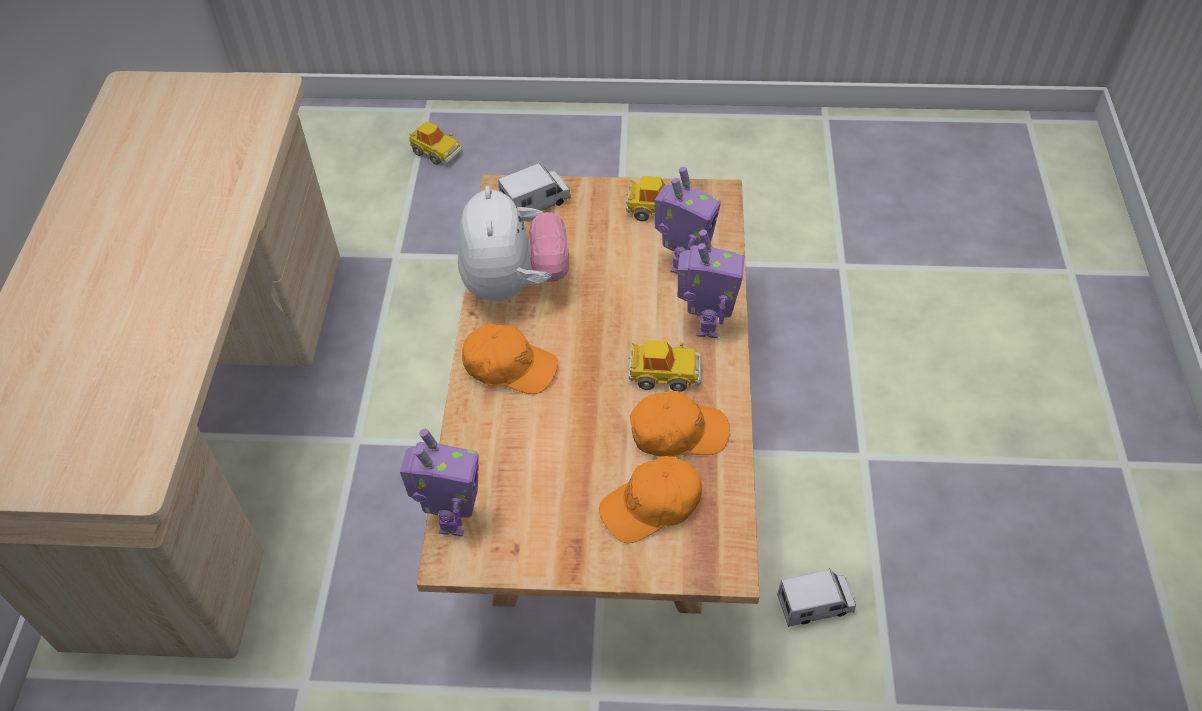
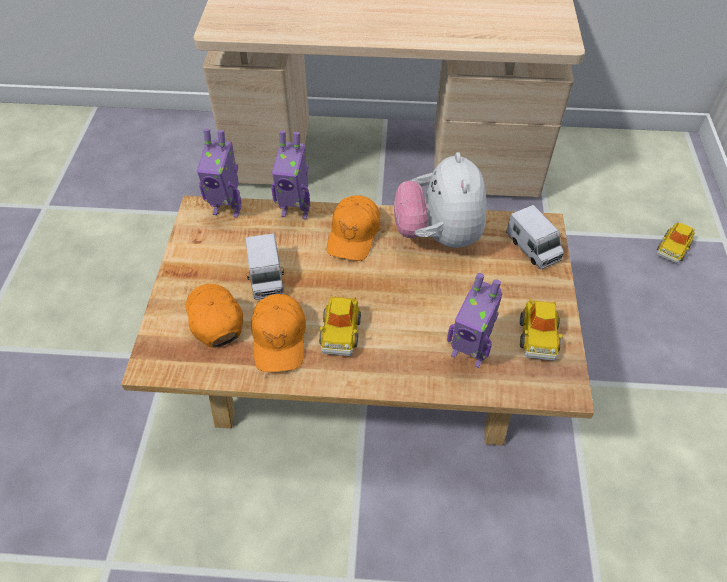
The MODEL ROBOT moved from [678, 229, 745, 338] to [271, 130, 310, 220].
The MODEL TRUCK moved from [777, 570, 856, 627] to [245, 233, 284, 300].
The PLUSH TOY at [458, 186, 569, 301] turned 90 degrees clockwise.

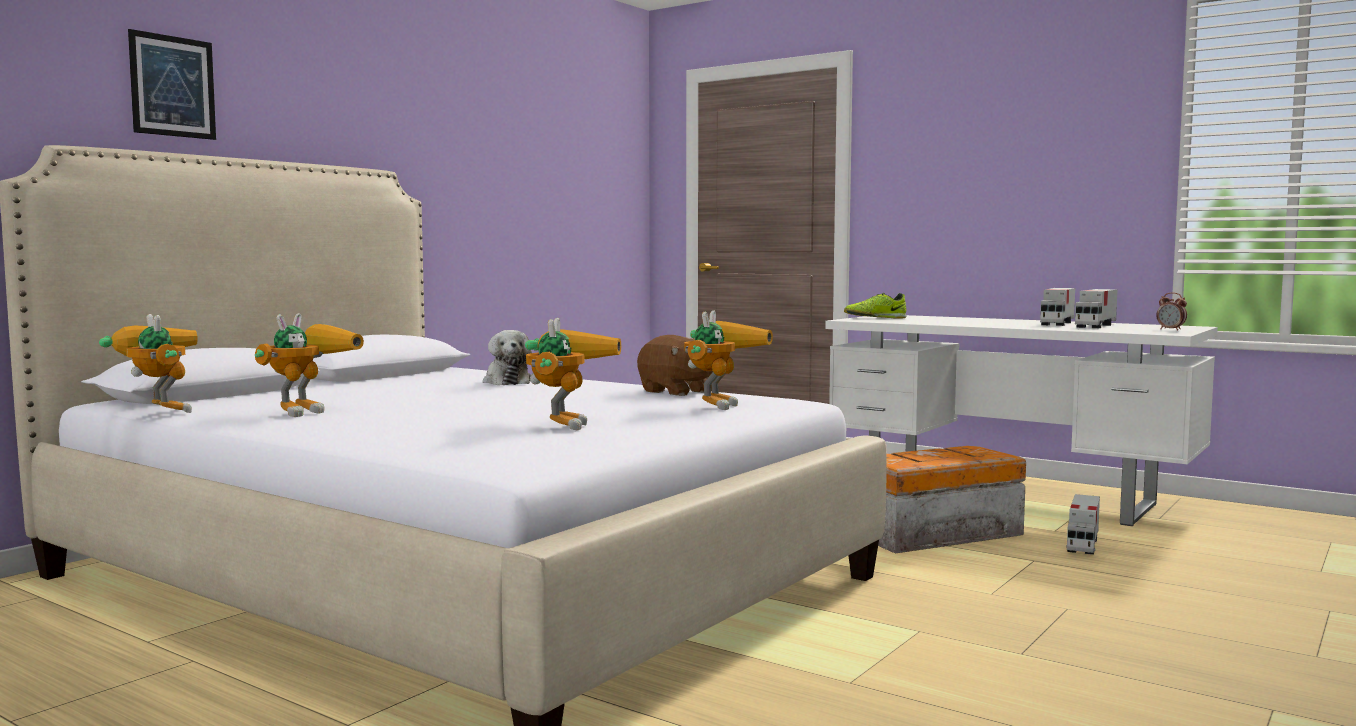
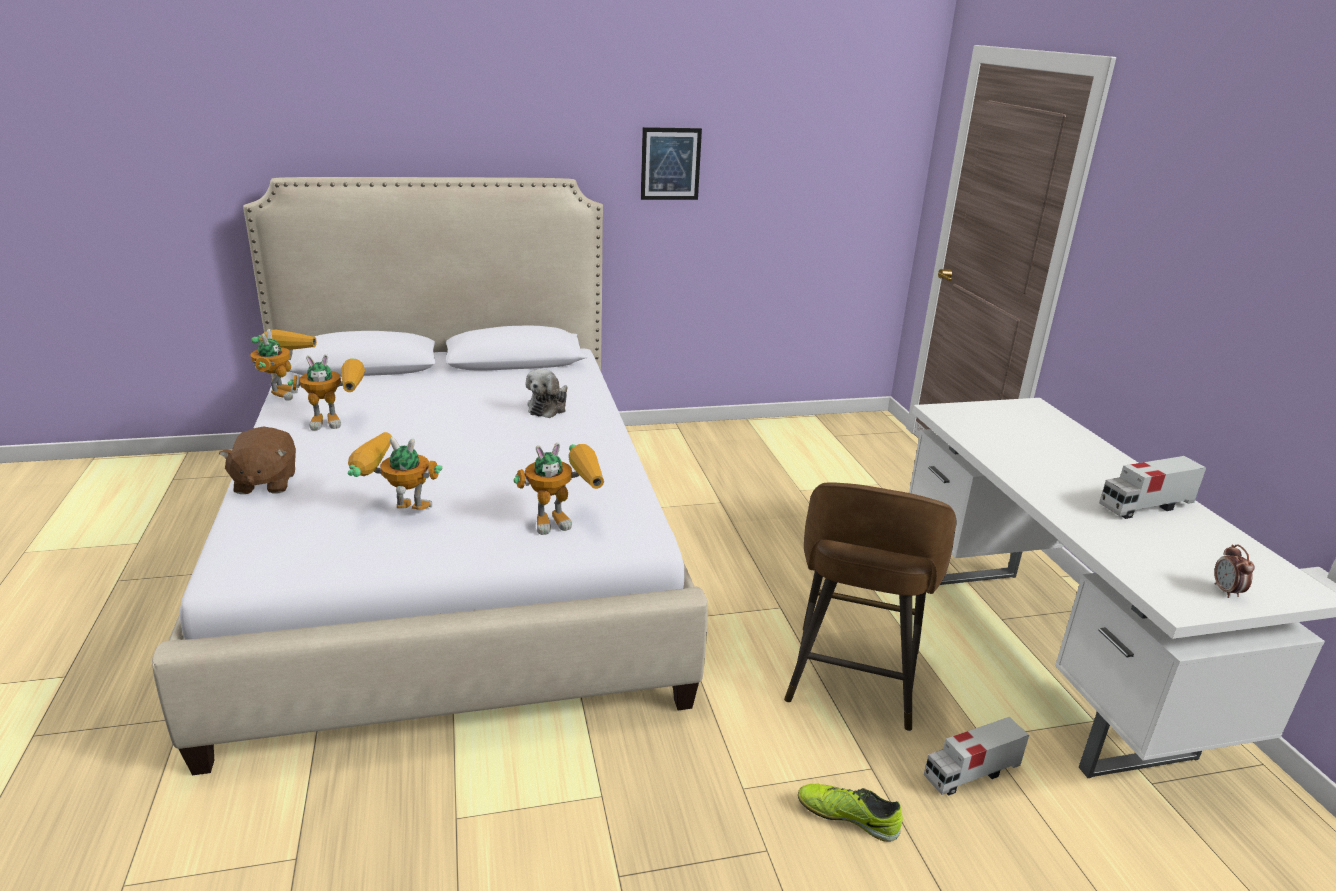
The MODEL TRUCK at [1075, 289, 1117, 328] disappeared.
The WALL ART moved from [128, 29, 216, 140] to [641, 127, 702, 200].
The BROWN PLUSH TOY moved from [637, 335, 713, 396] to [219, 427, 296, 494].
The LOW SHOE moved from [844, 293, 906, 319] to [798, 784, 903, 842].
The STORAGE BIN at [878, 446, 1026, 553] was replaced by the BROWN SITTING STOOL at [784, 482, 957, 731].
The MODEL ROBOT at [525, 318, 621, 430] turned 135 degrees counterclockwise.

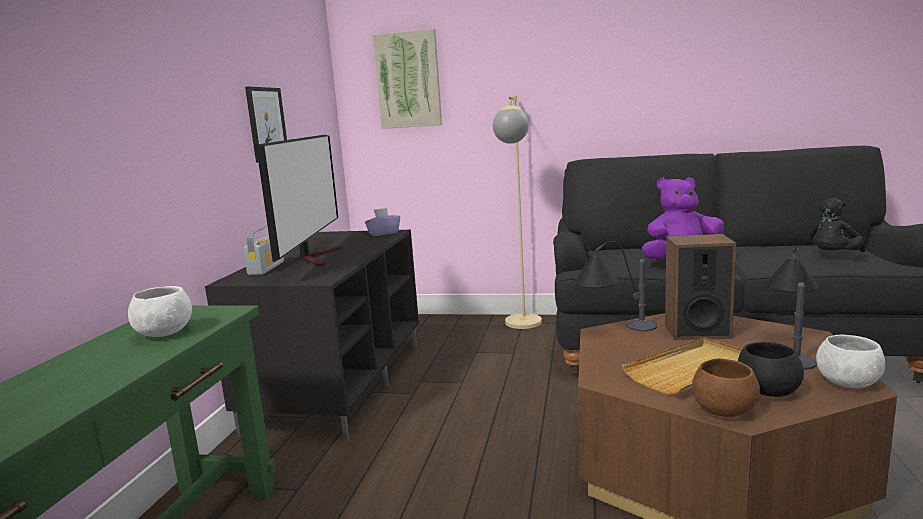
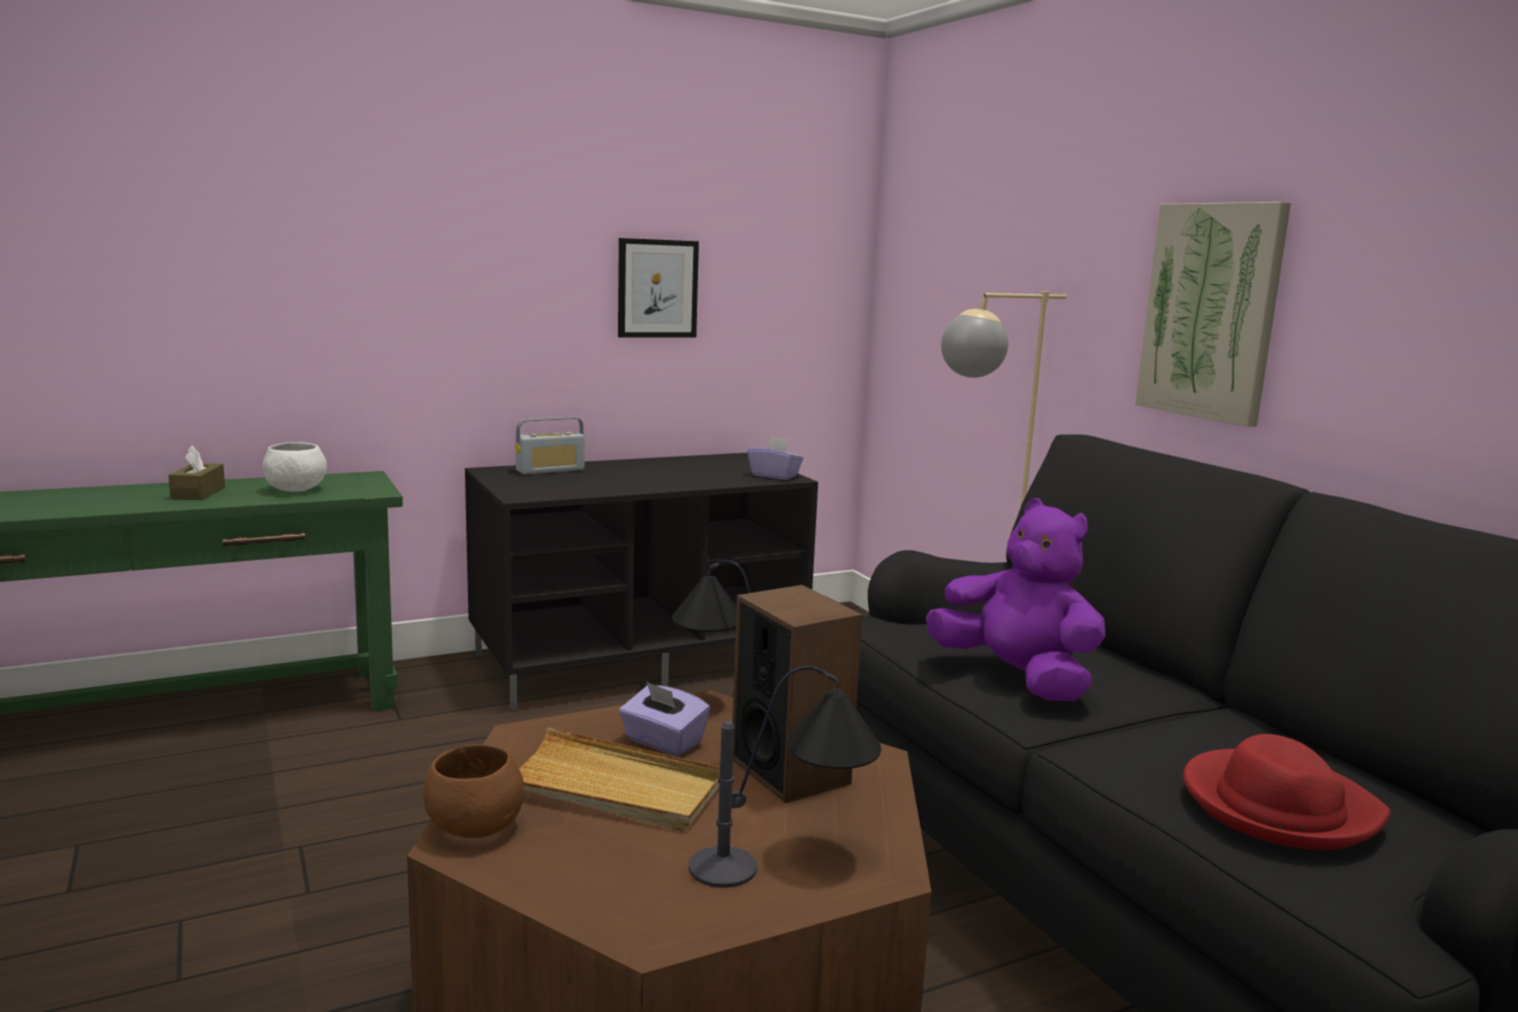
The TV SET at [256, 135, 342, 267] disappeared.
The BLACK DEEP DISH at [738, 342, 804, 397] disappeared.
The WHITISH DEEP DISH at [816, 335, 885, 388] disappeared.
The BROWN BOX OF TISSUES at [168, 445, 225, 500] appeared.
The PURPLE BOX OF TISSUES at [619, 681, 710, 756] appeared.
The WALL ART moved from [373, 29, 442, 129] to [1135, 202, 1291, 427].
The BLACK PLUSH TOY at [809, 198, 865, 252] was replaced by the REDDISH WEARABLE HAT at [1183, 734, 1391, 850].

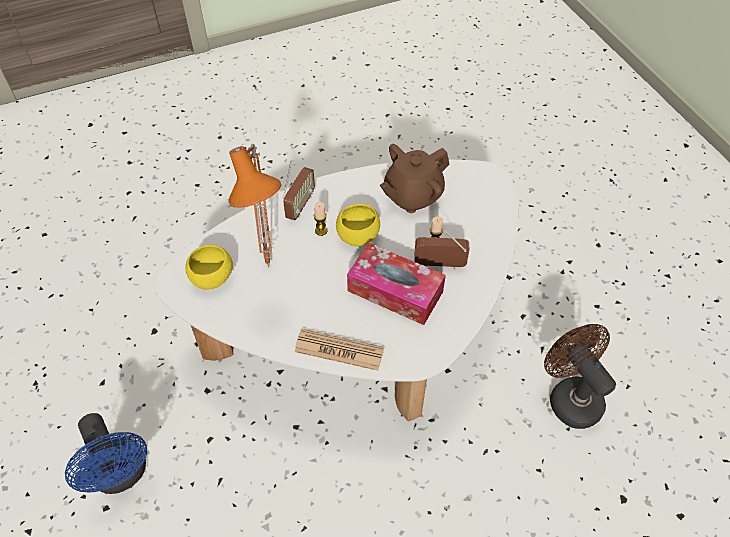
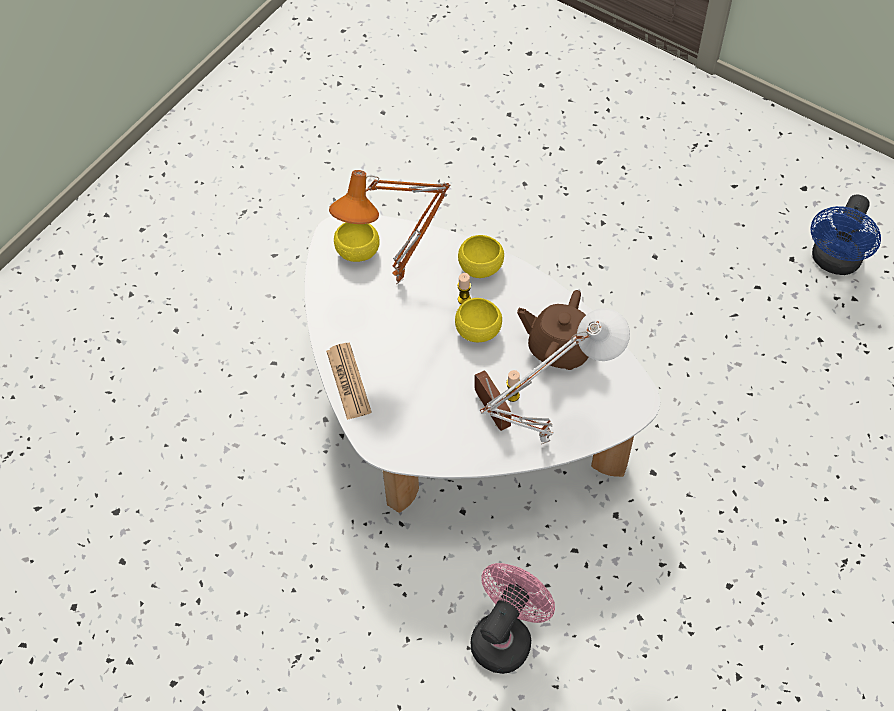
The BOX OF TISSUES at [347, 243, 446, 325] disappeared.
The WHITISH TABLETOP LAMP at [480, 308, 630, 444] appeared.
The BLUE-COLOURED FAN moved from [65, 413, 147, 494] to [811, 194, 881, 275].
The RADIO at [282, 162, 315, 220] was replaced by the YELLOW-COLOURED DEEP DISH at [458, 235, 504, 278].
The BROWN FAN at [544, 324, 616, 429] became the PINKISH FAN at [471, 563, 555, 674].

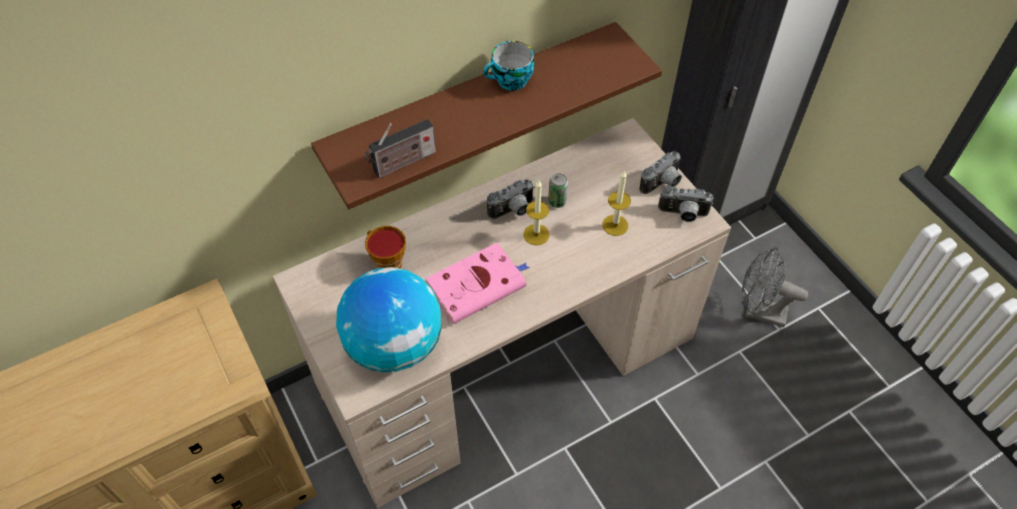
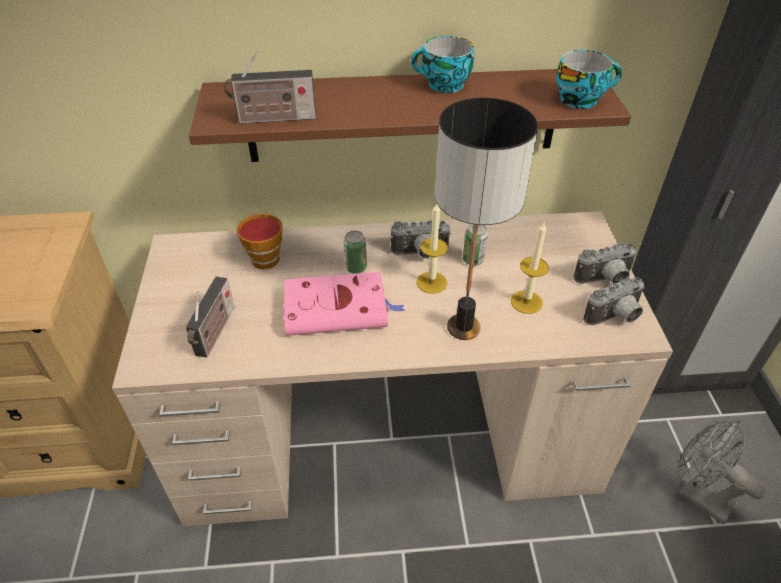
The METAL CAN at [343, 230, 367, 274] appeared.
The TABLETOP LAMP at [435, 98, 538, 340] appeared.
The SMALL CUP at [556, 50, 622, 109] appeared.
The DESK GLOBE at [336, 267, 441, 372] was replaced by the RADIO at [186, 277, 234, 358].
The PHOTO CAMERA at [658, 185, 714, 222] turned 60 degrees counterclockwise.

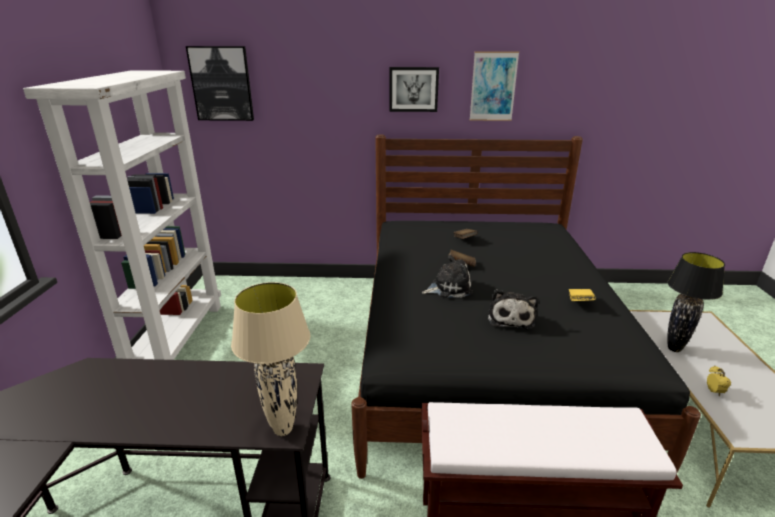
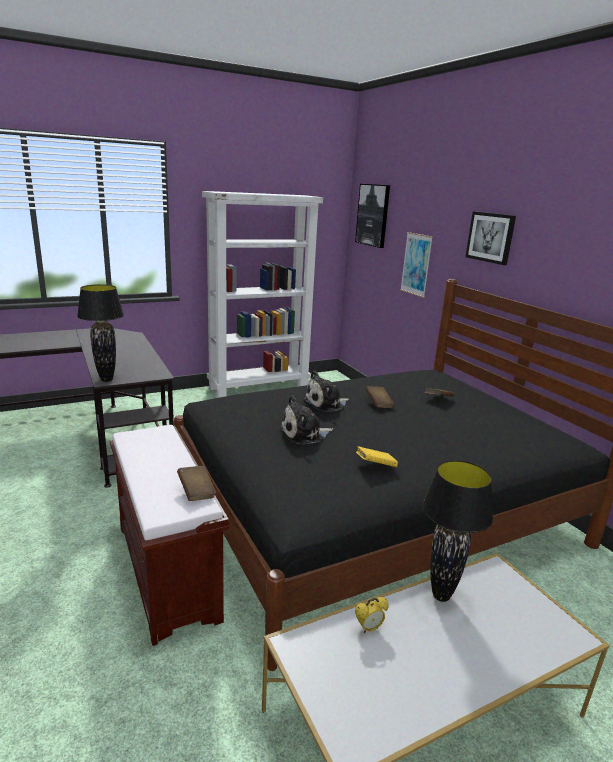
The BROWN BOOK at [177, 466, 216, 501] appeared.
The WALL ART moved from [470, 51, 519, 121] to [400, 232, 433, 298].
The BEIGE-COLOURED TABLETOP LAMP at [231, 282, 310, 436] became the BLACK TABLETOP LAMP at [77, 284, 124, 382].
The PLUSH TOY at [422, 255, 473, 298] turned 105 degrees clockwise.

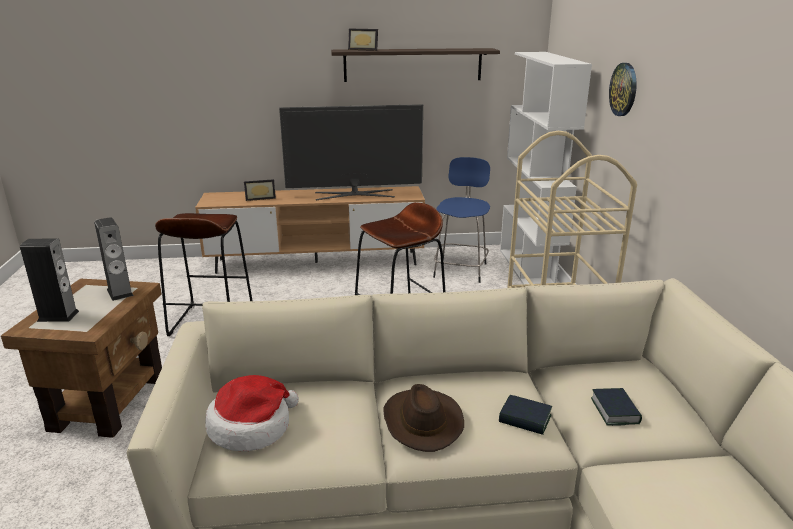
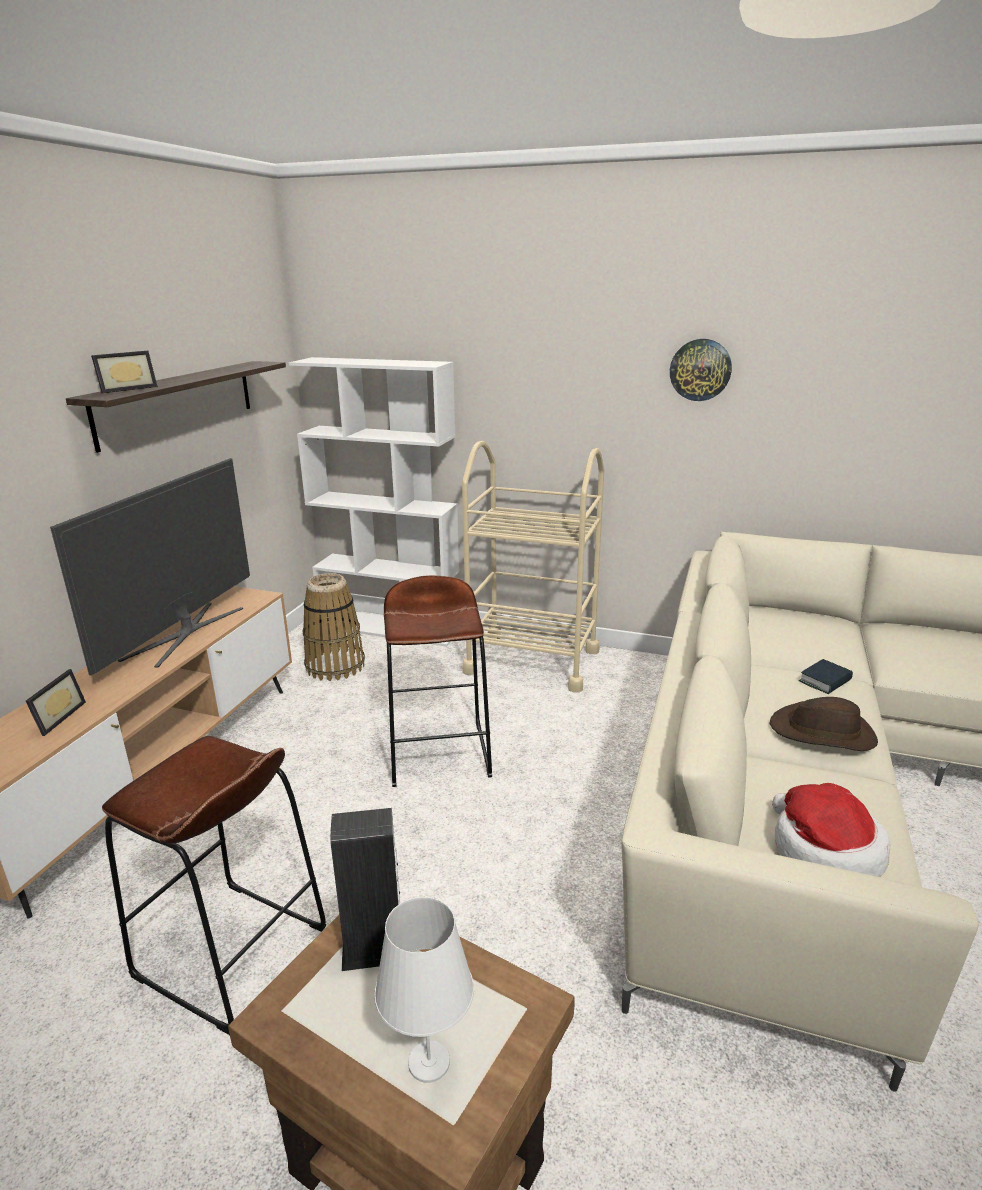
The BOOK at [591, 388, 642, 426] disappeared.
The WALL CLOCK moved from [609, 63, 637, 116] to [670, 339, 732, 401].
The AUDIO SPEAKER at [20, 239, 79, 322] was replaced by the WHITISH TABLETOP LAMP at [374, 897, 474, 1083].
The BLUE-COLOURED SITTING STOOL at [433, 157, 490, 283] was replaced by the BASKET at [302, 573, 365, 681].

